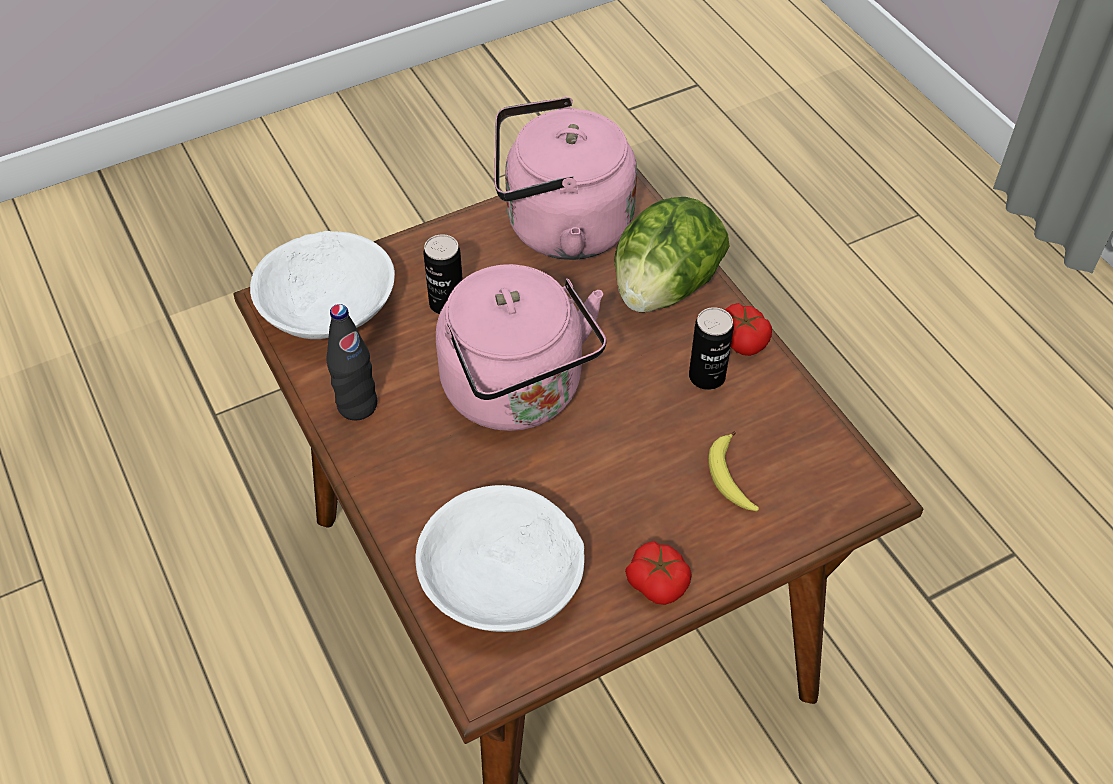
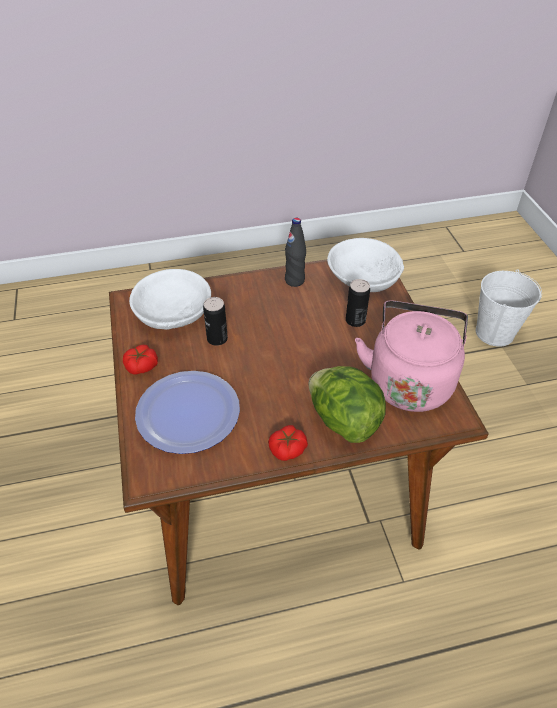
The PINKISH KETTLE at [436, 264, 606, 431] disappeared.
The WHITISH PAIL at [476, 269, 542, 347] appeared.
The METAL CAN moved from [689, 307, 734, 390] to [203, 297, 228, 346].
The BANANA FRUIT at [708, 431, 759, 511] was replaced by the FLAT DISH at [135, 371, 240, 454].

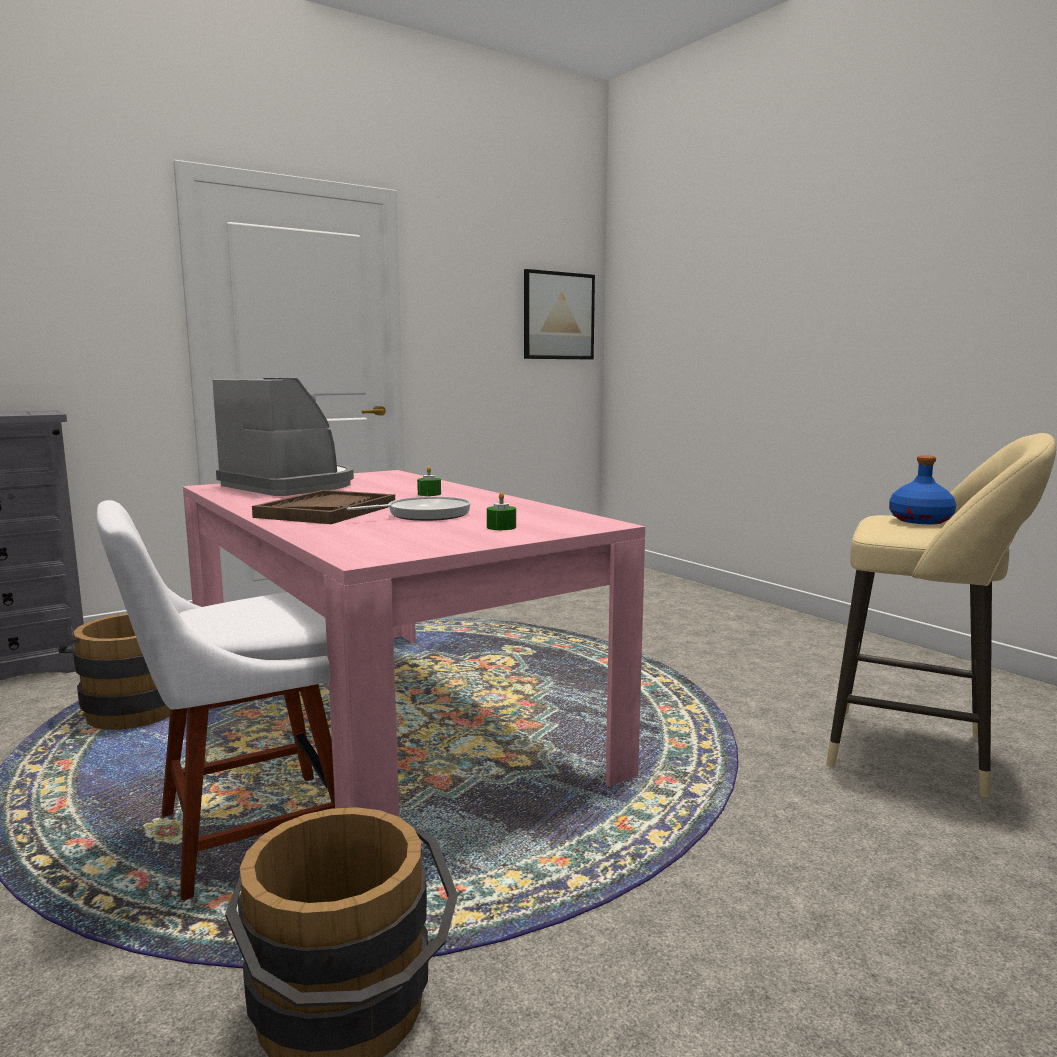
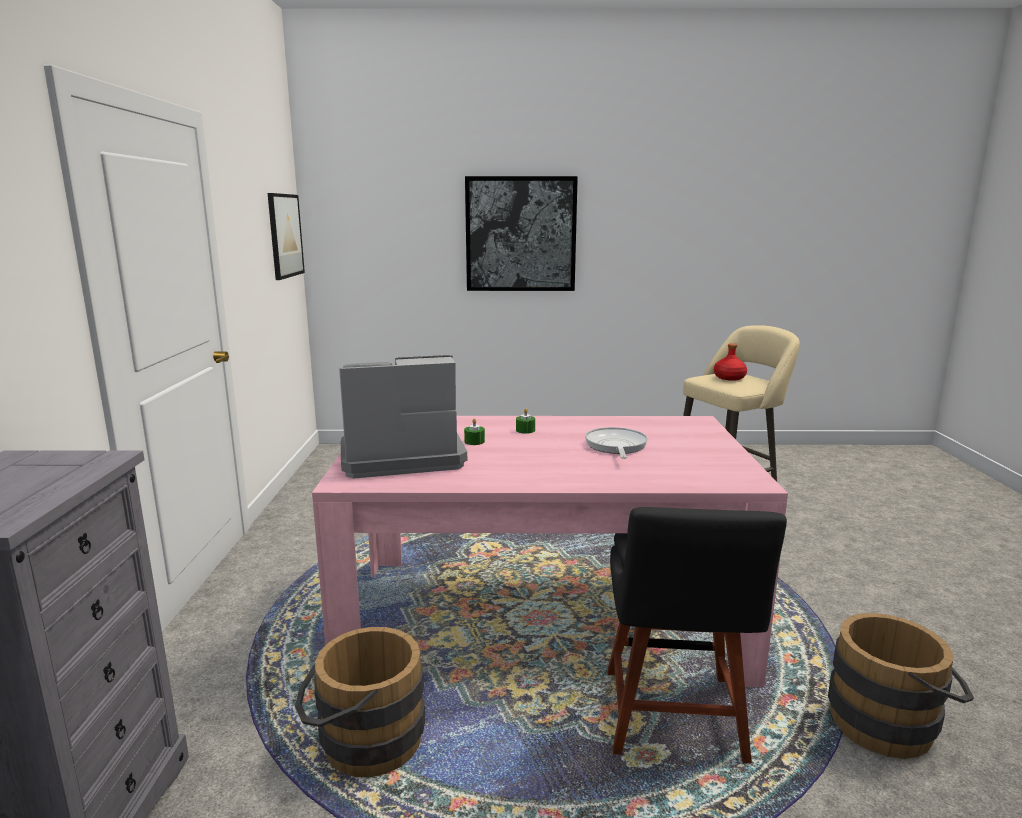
The BROWN CARRYING TRAY at [252, 490, 395, 524] disappeared.
The WALL ART at [465, 176, 578, 291] appeared.
The GREEN-COLOURED CANDLE moved from [487, 492, 516, 530] to [464, 418, 485, 445].
The WHITISH CHAIR at [97, 500, 335, 900] became the BLACK CHAIR at [607, 507, 787, 764].
The BLUE-COLOURED BOTTLE at [889, 455, 956, 524] became the REDDISH BOTTLE at [714, 343, 747, 381].

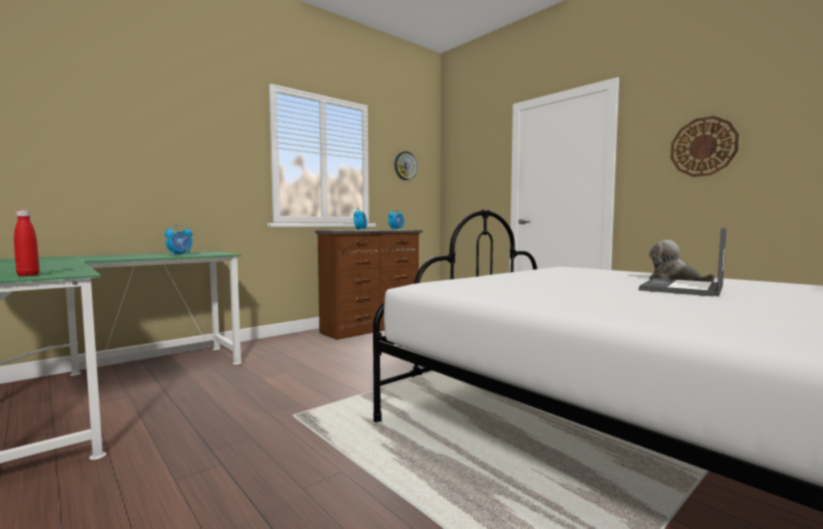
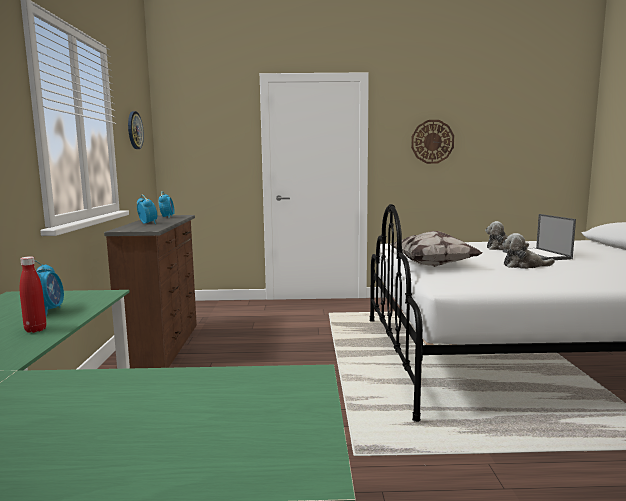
The CUSHION at [390, 231, 482, 267] appeared.
The PLUSH TOY at [502, 233, 555, 269] appeared.
The REDDISH BOTTLE moved from [14, 210, 39, 276] to [20, 256, 46, 333].

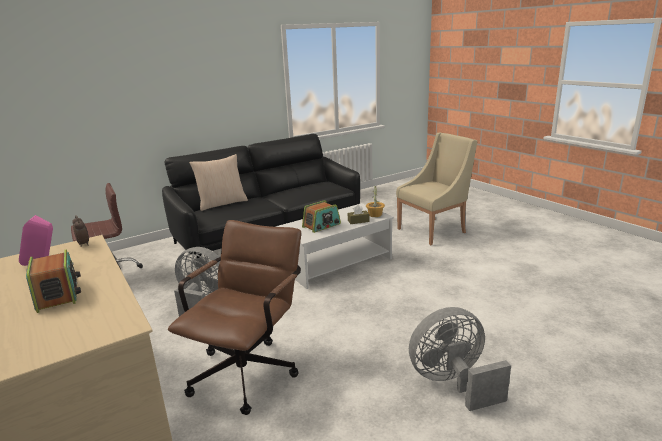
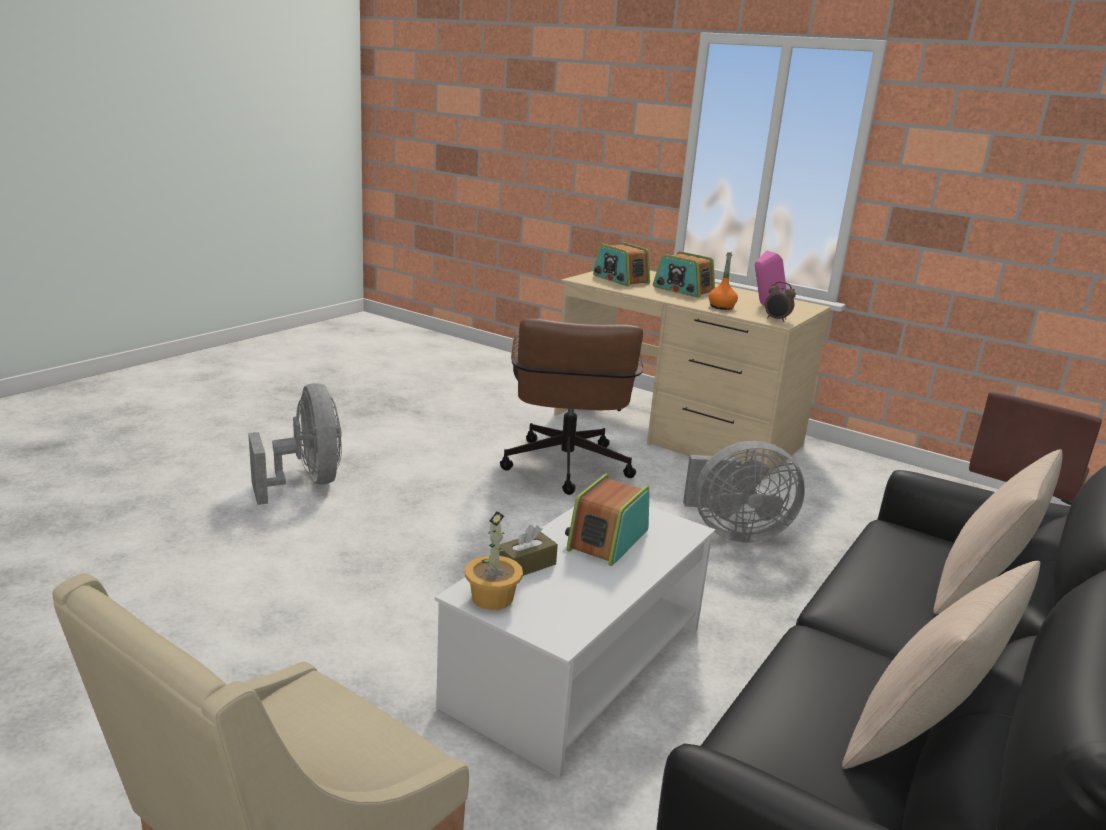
The RADIO at [593, 242, 650, 287] appeared.
The ORANGE-COLOURED BOTTLE at [709, 252, 738, 310] appeared.
The BEIGE-COLOURED CUSHION at [842, 561, 1040, 769] appeared.
The GREY FAN at [409, 307, 511, 411] turned 75 degrees counterclockwise.

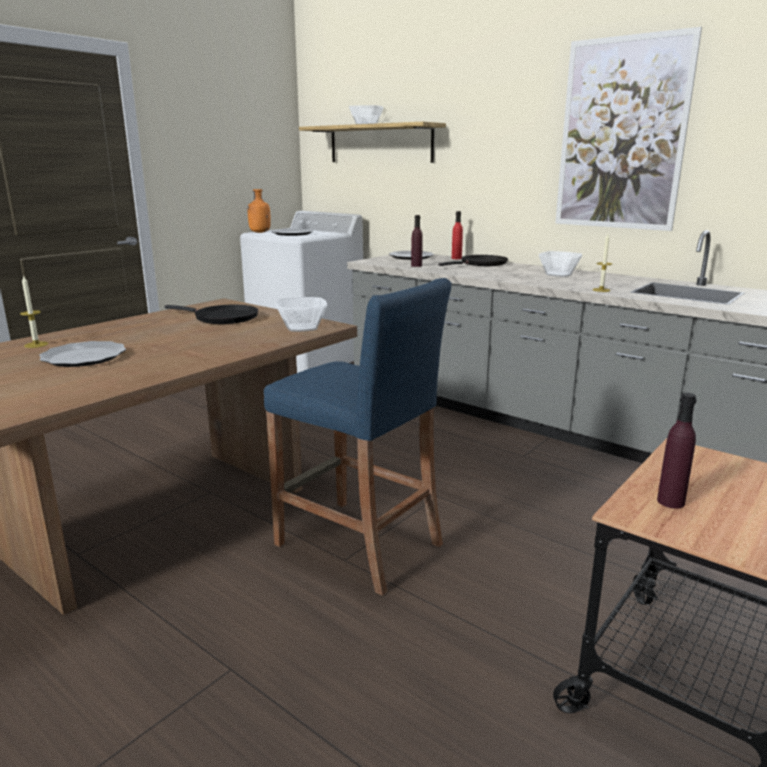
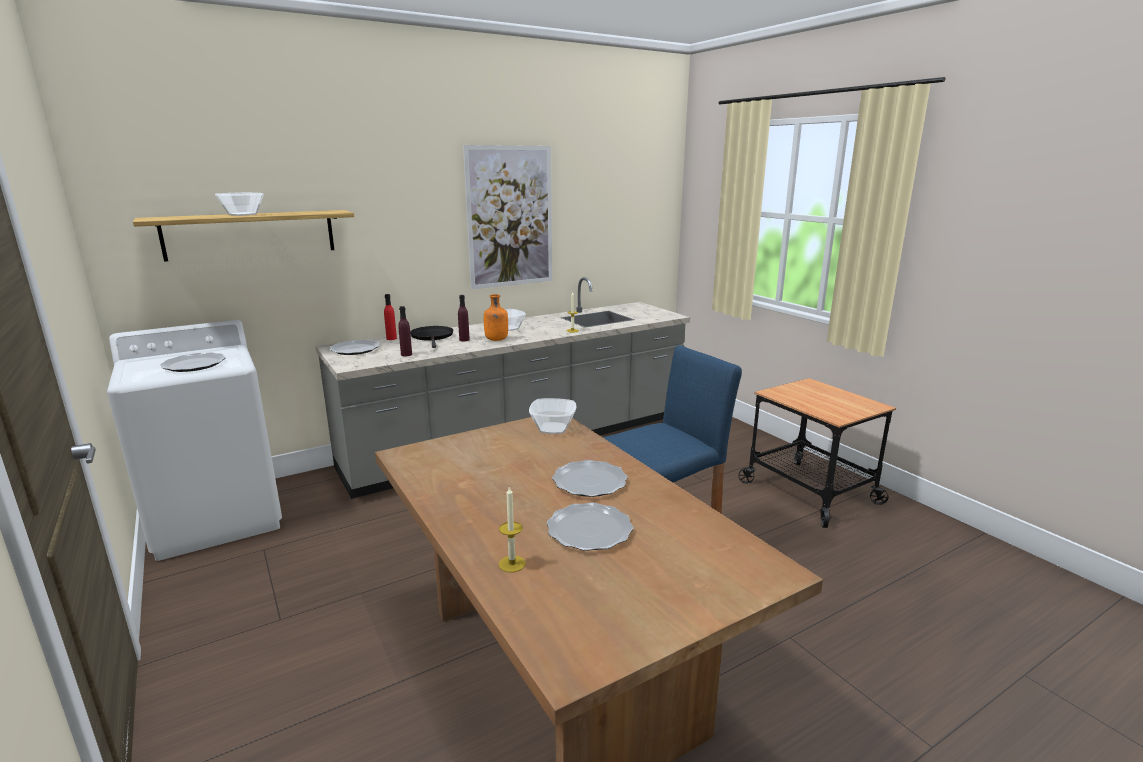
The BLACK SKILLET at [165, 305, 258, 324] disappeared.
The FLAT DISH at [552, 460, 628, 497] appeared.
The ORANGE-COLOURED BOTTLE moved from [248, 189, 271, 233] to [484, 294, 508, 341].
The PURPLE BOTTLE moved from [657, 393, 697, 509] to [458, 295, 470, 341].

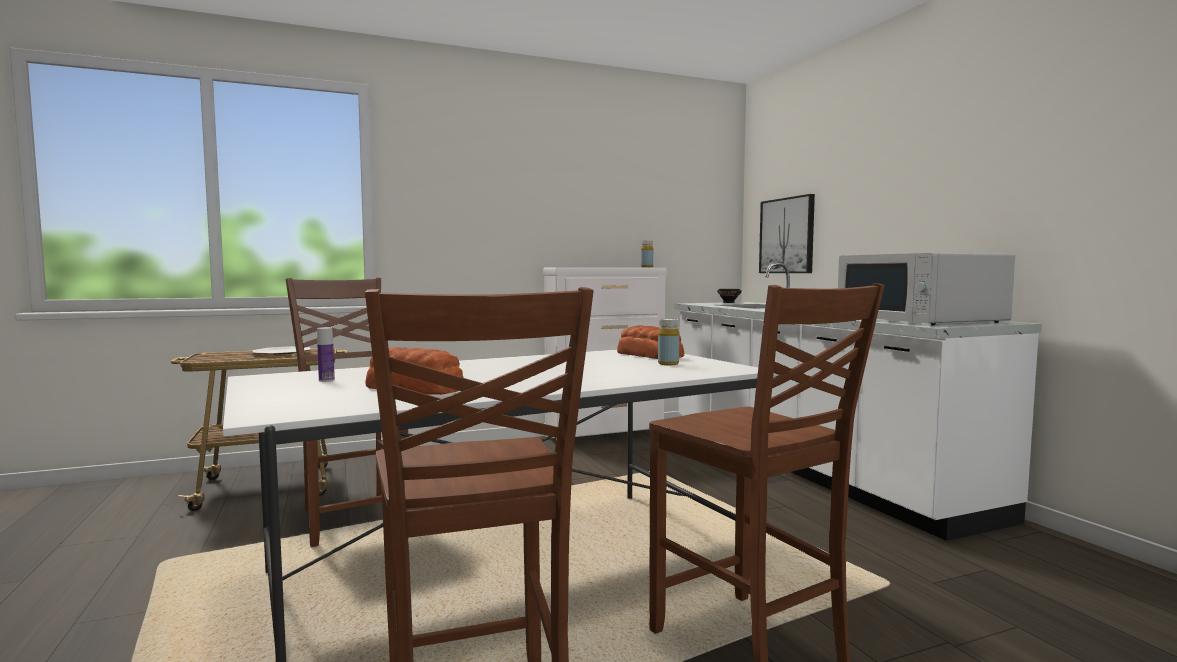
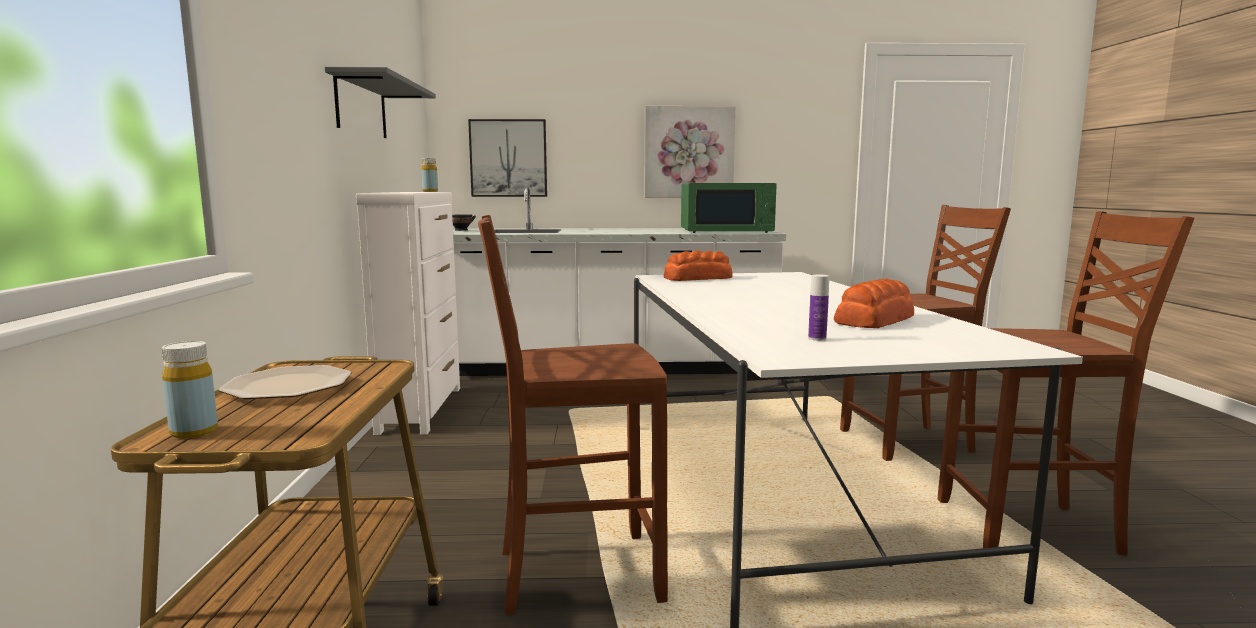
The GREY BRACKET SHELF at [325, 67, 436, 138] appeared.
The WALL ART at [644, 106, 736, 198] appeared.
The YELLOW-COLOURED BOTTLE moved from [658, 319, 679, 365] to [162, 341, 218, 438].
The WHITISH MICROWAVE OVEN at [838, 253, 1015, 326] became the GREEN-COLOURED MICROWAVE OVEN at [681, 183, 776, 233].

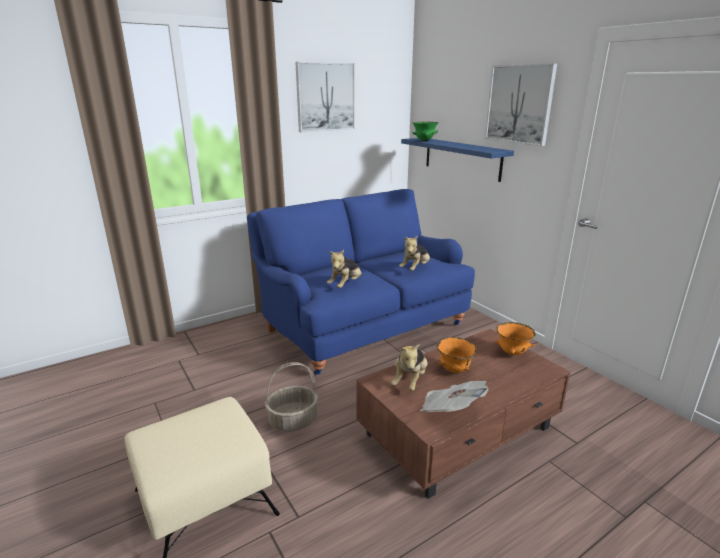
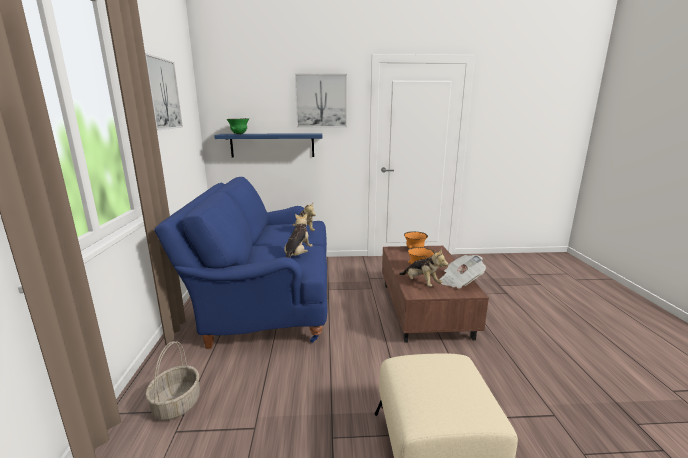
The BASKET moved from [265, 362, 318, 432] to [145, 341, 200, 420].
The PLUSH TOY at [327, 250, 362, 288] turned 135 degrees counterclockwise.

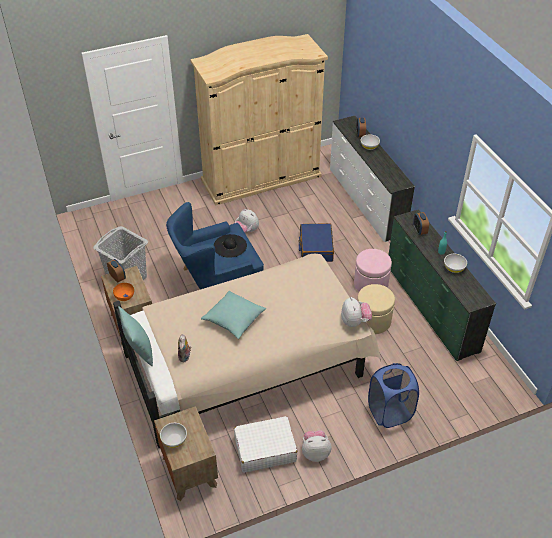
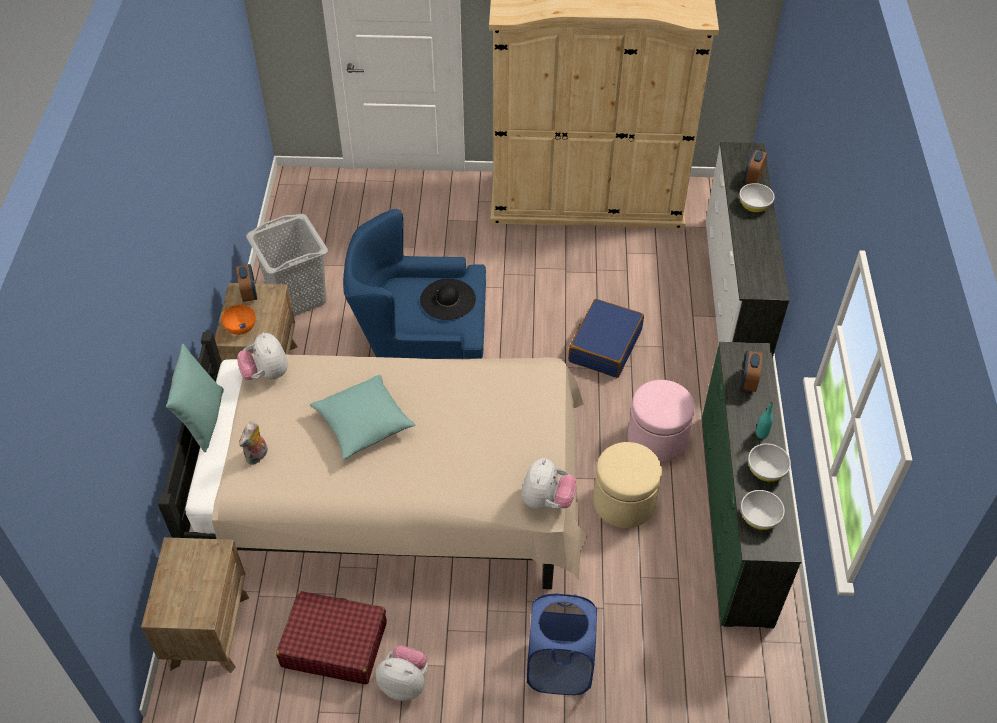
The WHITISH DEEP DISH moved from [160, 423, 187, 448] to [741, 490, 785, 530].
The PLUSH TOY moved from [234, 209, 259, 233] to [237, 332, 288, 380].
The WHITISH SUITCASE at [234, 416, 297, 473] became the REDDISH SUITCASE at [276, 591, 387, 684].

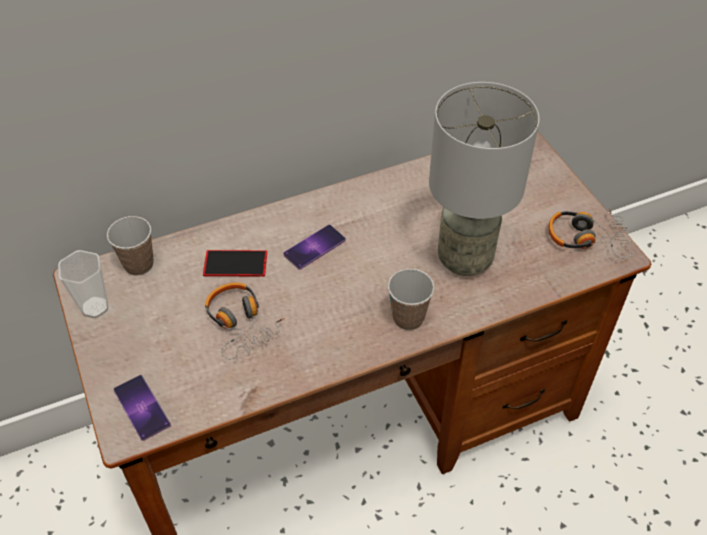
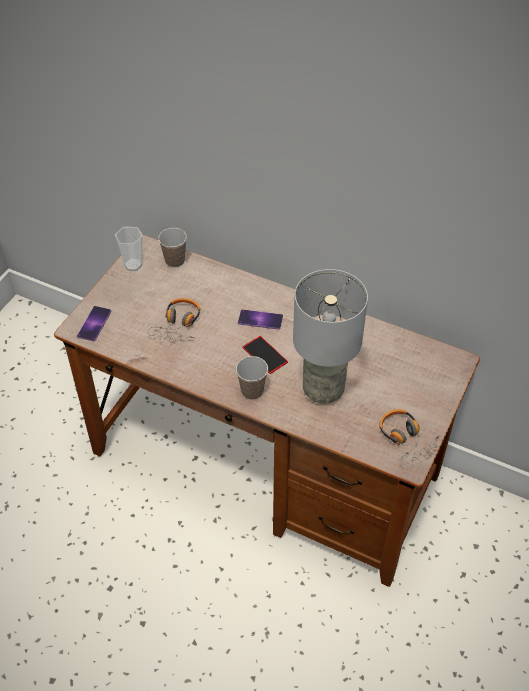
The TELEPHONE moved from [203, 250, 267, 276] to [242, 336, 288, 374].

